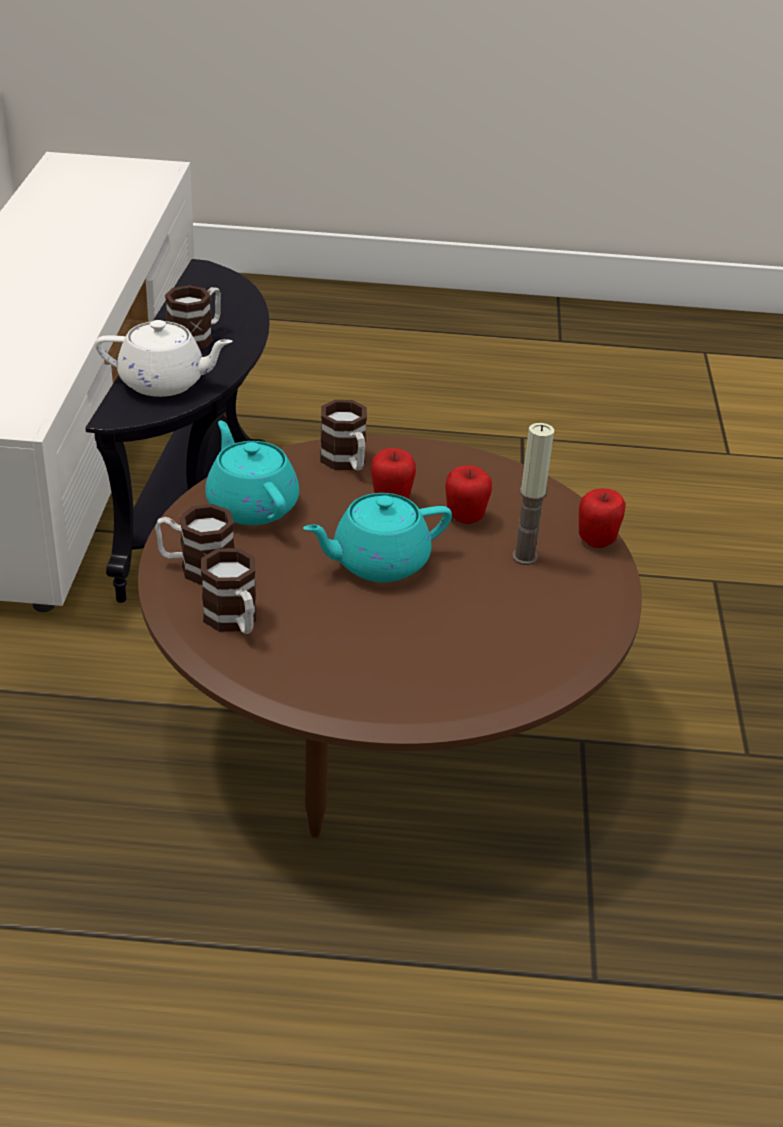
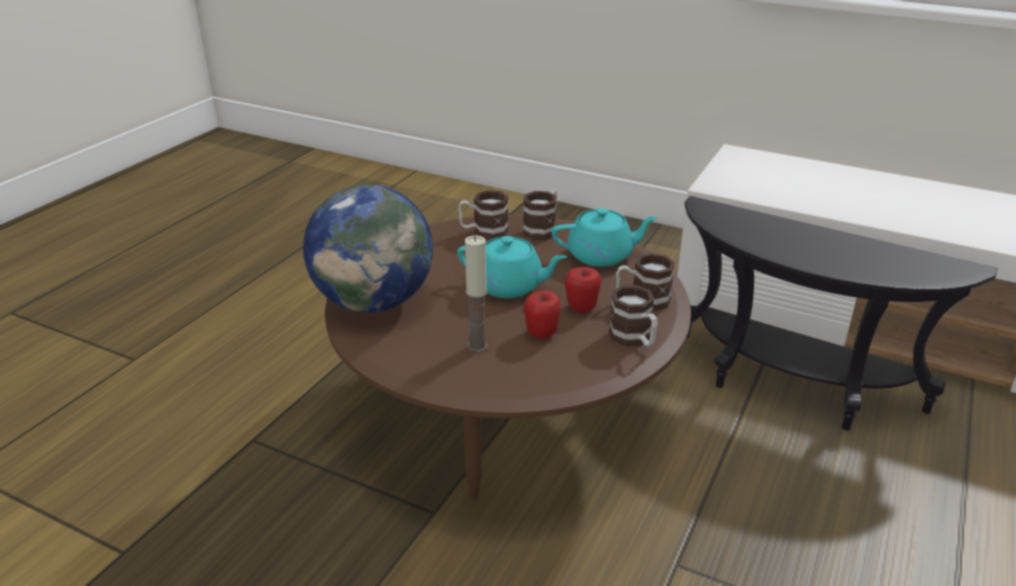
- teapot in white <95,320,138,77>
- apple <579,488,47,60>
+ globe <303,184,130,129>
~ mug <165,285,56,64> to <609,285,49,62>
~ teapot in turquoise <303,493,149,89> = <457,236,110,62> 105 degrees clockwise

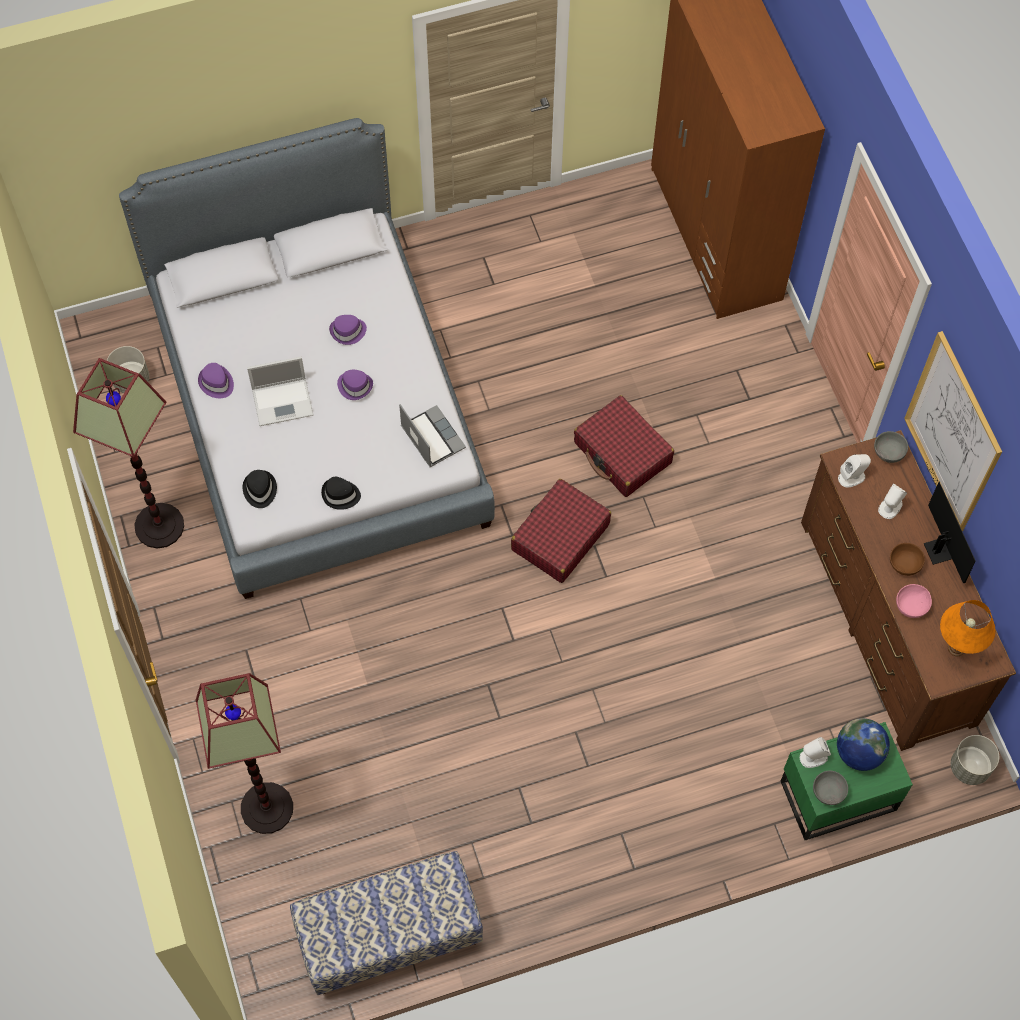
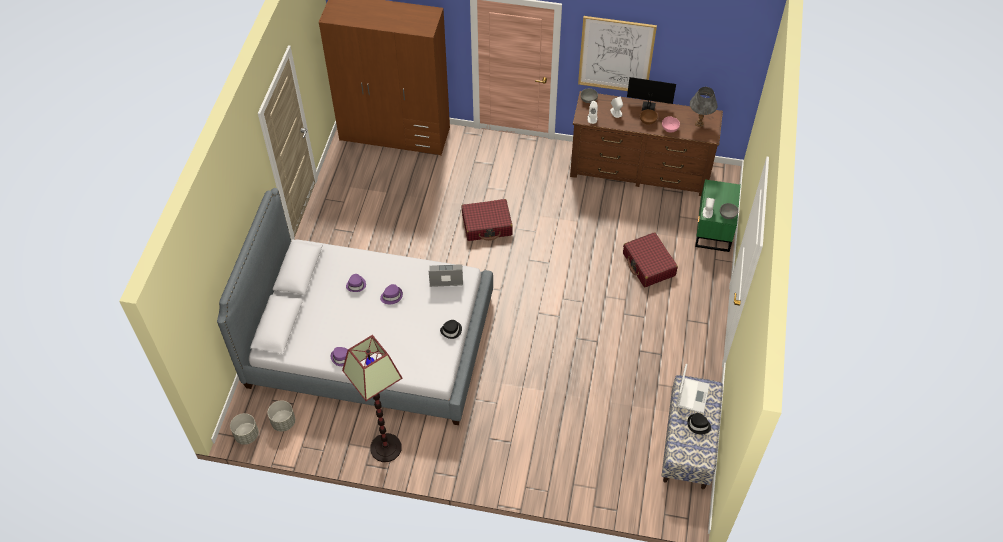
- floor lamp <196,673,97,161>
- globe <837,718,53,53>
~ hat in black <242,470,35,38> to <687,413,24,22>
~ laptop <247,356,66,70> to <676,364,34,49>
~ suitcase in red <511,479,100,104> to <623,232,55,55>
~ planter in grey <951,735,48,50> to <230,413,29,32>
~ table lamp in orange <940,600,56,56> to table lamp in grey <690,87,28,40>

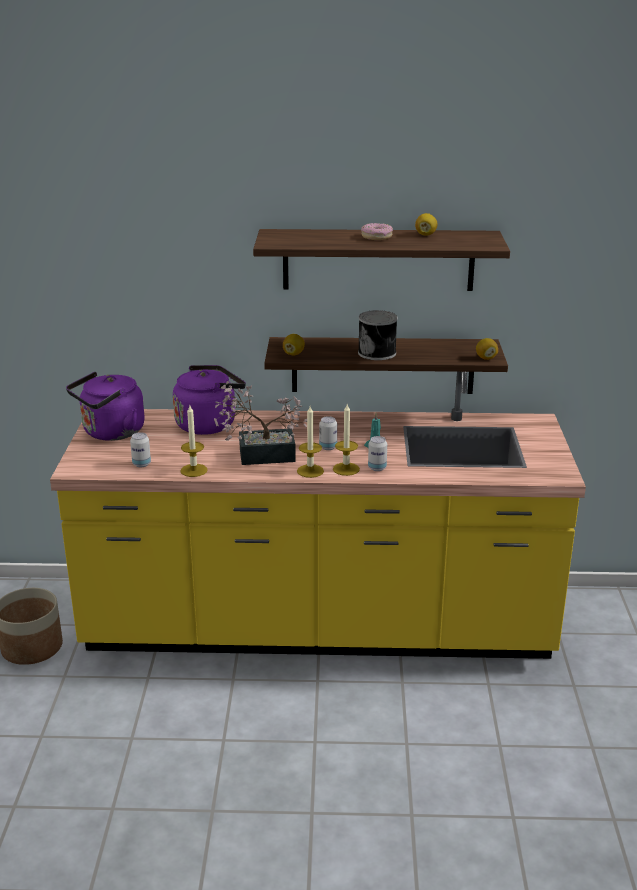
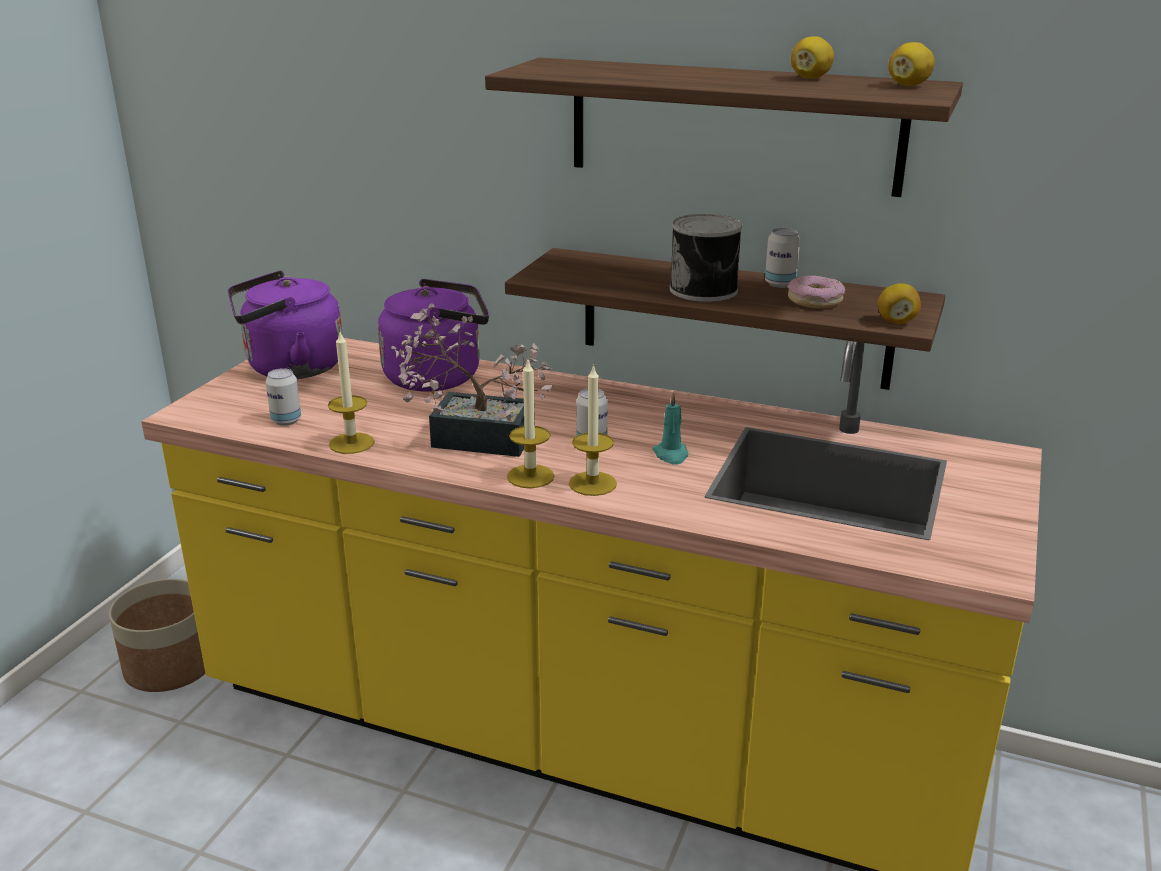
~ lemon <283,334,22,21> to <888,42,47,44>
~ donut <361,223,32,17> to <787,275,58,33>
~ can <368,436,19,35> to <765,228,35,60>

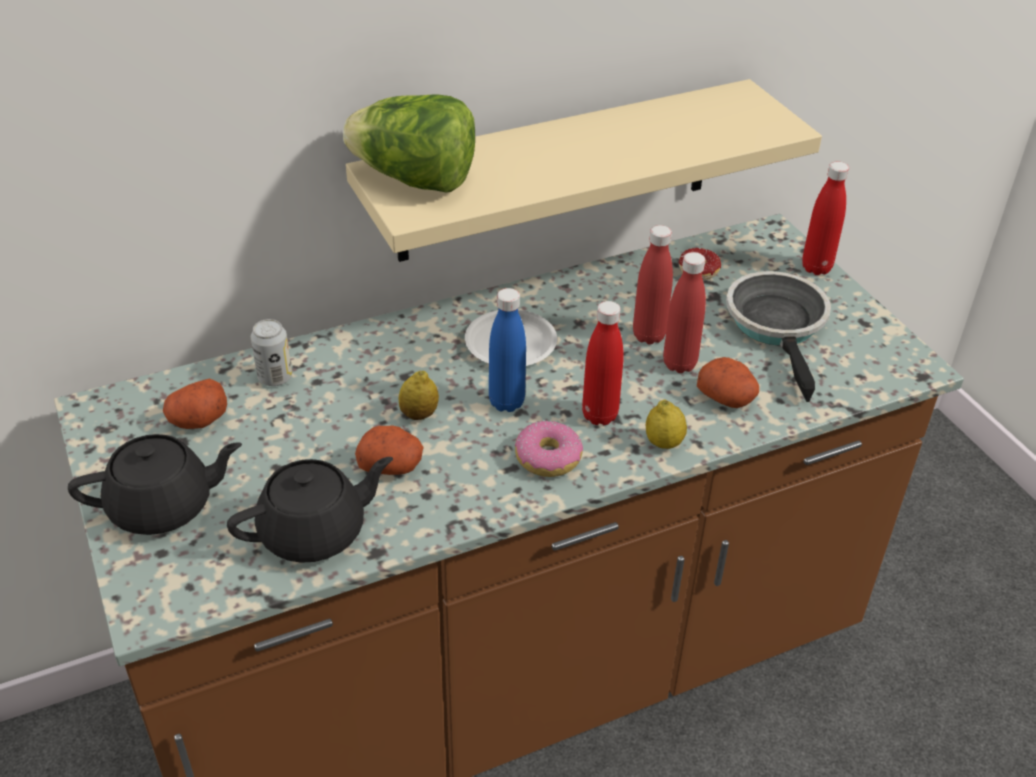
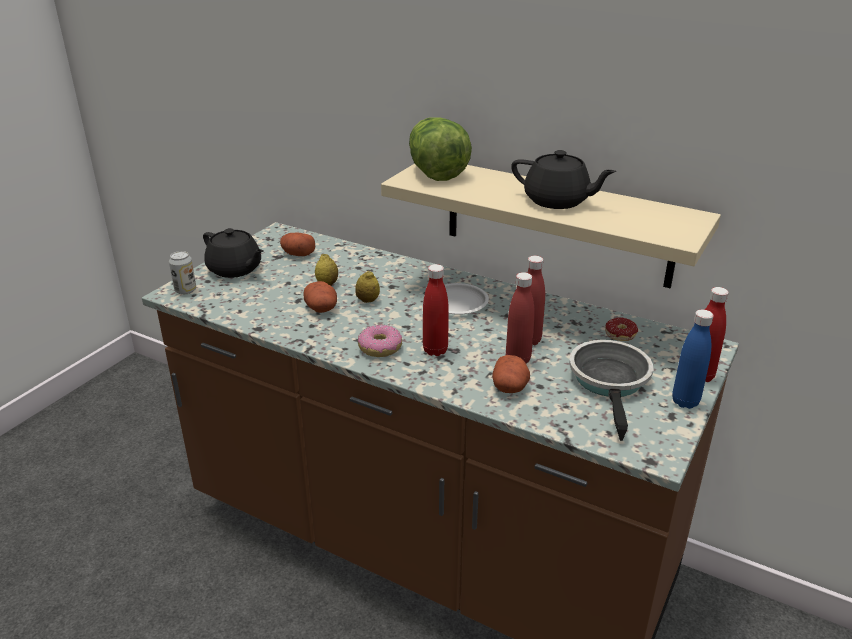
~ teapot in black <227,457,166,106> to <511,150,106,59>
~ can <251,319,41,67> to <169,251,27,44>
~ bottle in blue <489,288,37,124> to <672,310,42,99>
~ lemon <646,399,41,50> to <315,254,23,32>
~ frying pan <726,271,105,131> = <569,340,84,101> 45 degrees counterclockwise

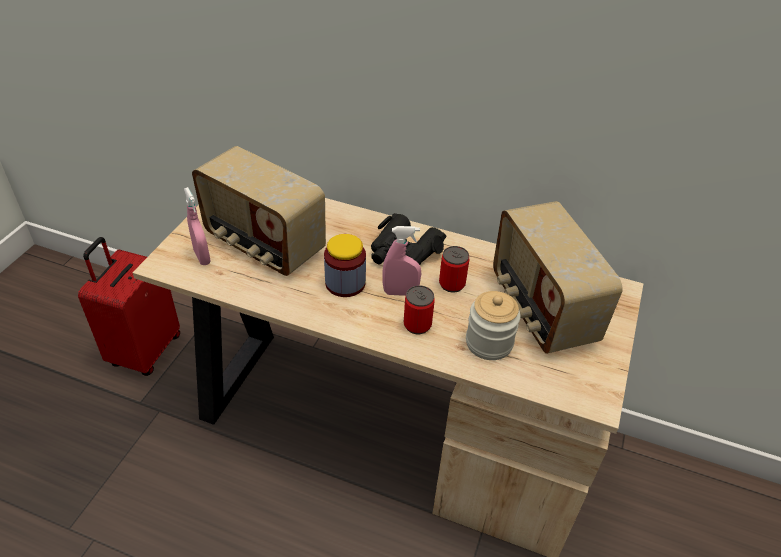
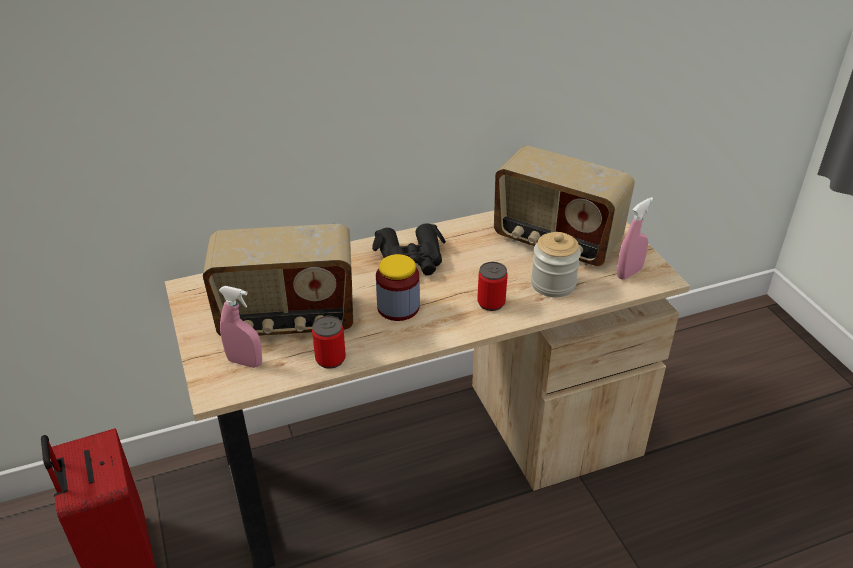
~ spray bottle in pink <382,226,39,70> to <617,197,36,82>
~ can <439,246,30,46> to <312,316,34,53>

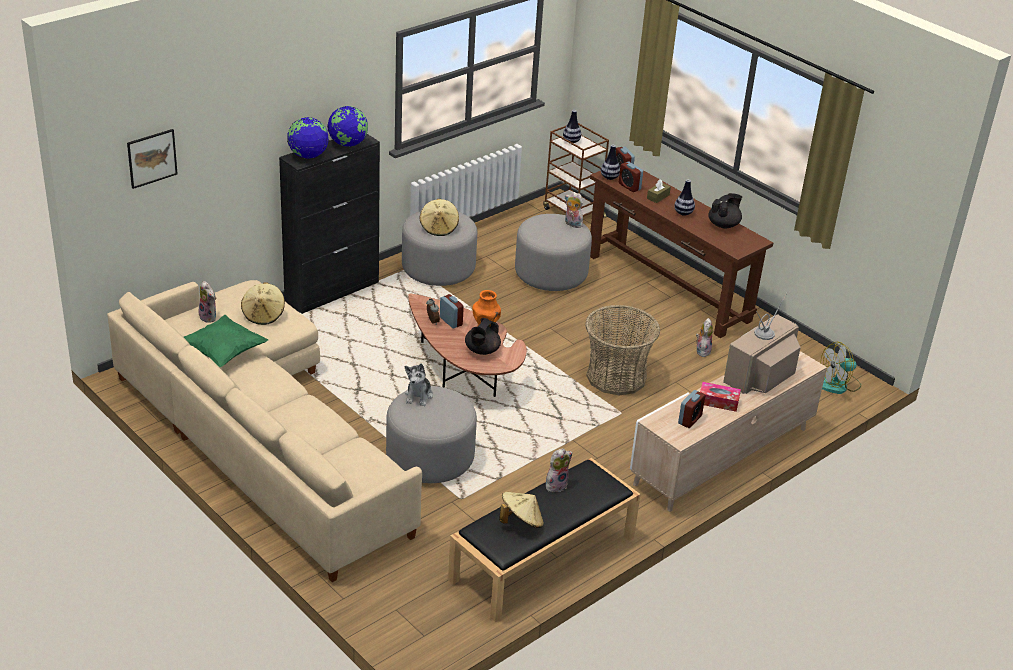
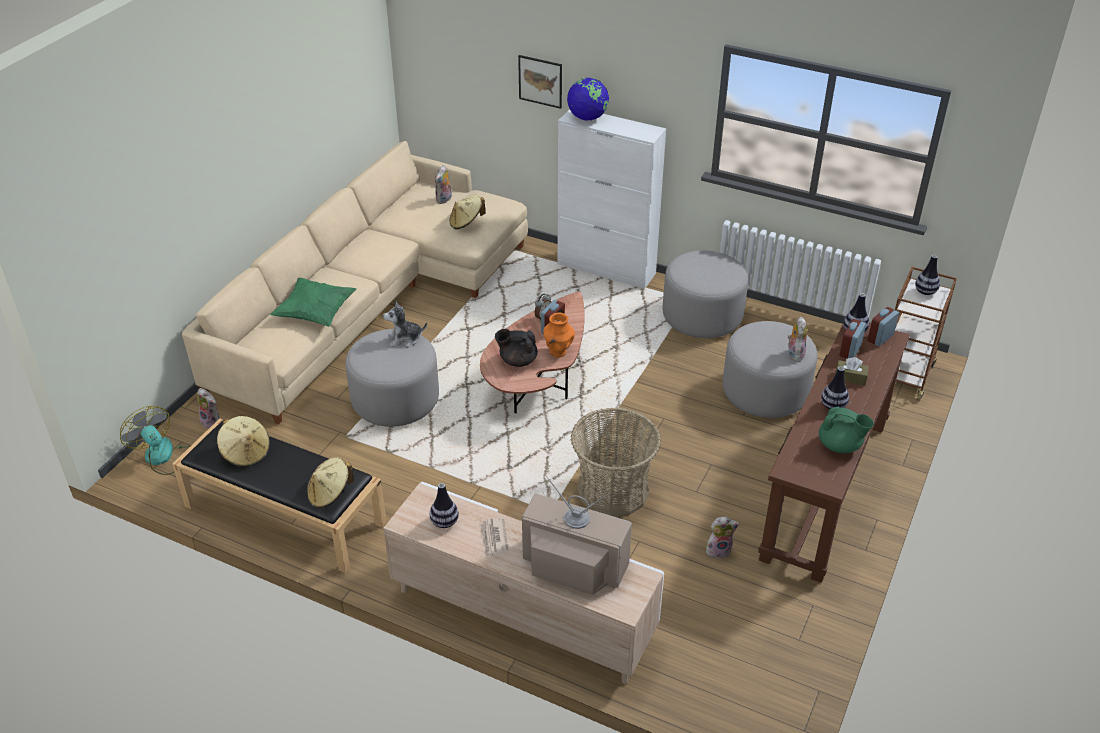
- globe <327,106,41,41>
~ picture <127,129,51,60> to <518,55,44,54>
~ pillow in green <184,315,84,52> to <270,278,86,49>
~ hat in beige <419,199,40,37> to <307,457,47,52>
~ plush toy <546,448,27,44> to <197,388,22,40>
~ fan <820,342,41,52> to <120,406,70,69>
~ alarm clock <678,390,27,38> to vase <430,483,29,45>
~ tissue box <700,382,41,30> to newspaper <480,518,29,39>
~ cabinet in black <279,134,101,180> to cabinet in white <557,109,109,180>
~ teapot in black <708,193,34,35> to teapot in green <819,407,55,47>

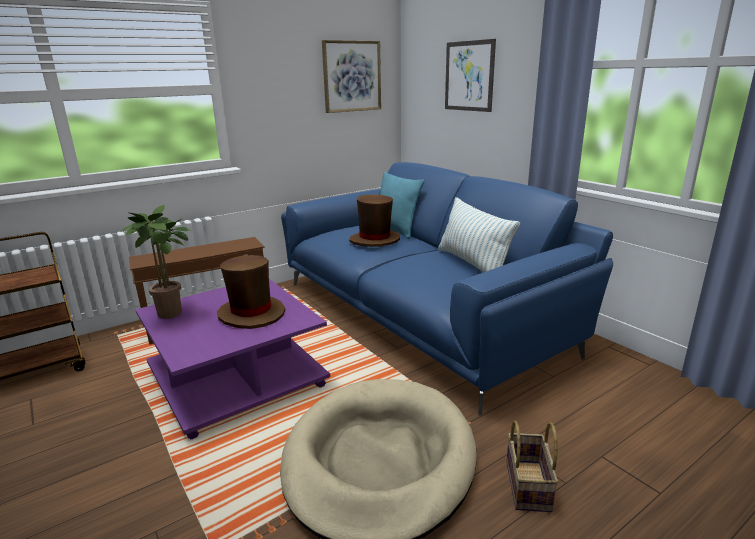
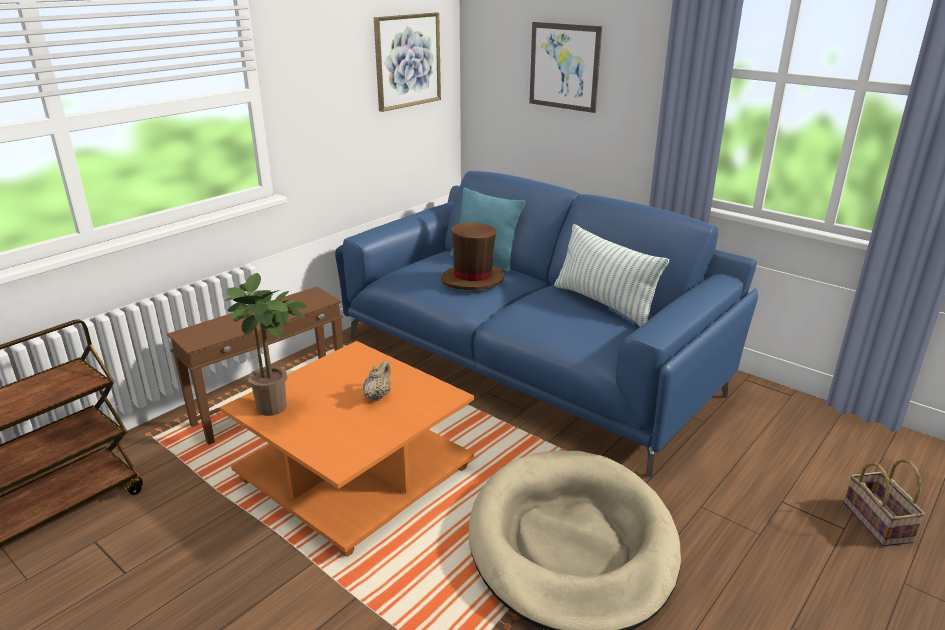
~ basket <506,421,52,91> to <844,459,81,87>
~ hat in brown <217,255,68,74> to teapot in beige <363,361,28,40>
~ coffee table in purple <136,279,194,161> to coffee table in orange <220,341,254,216>

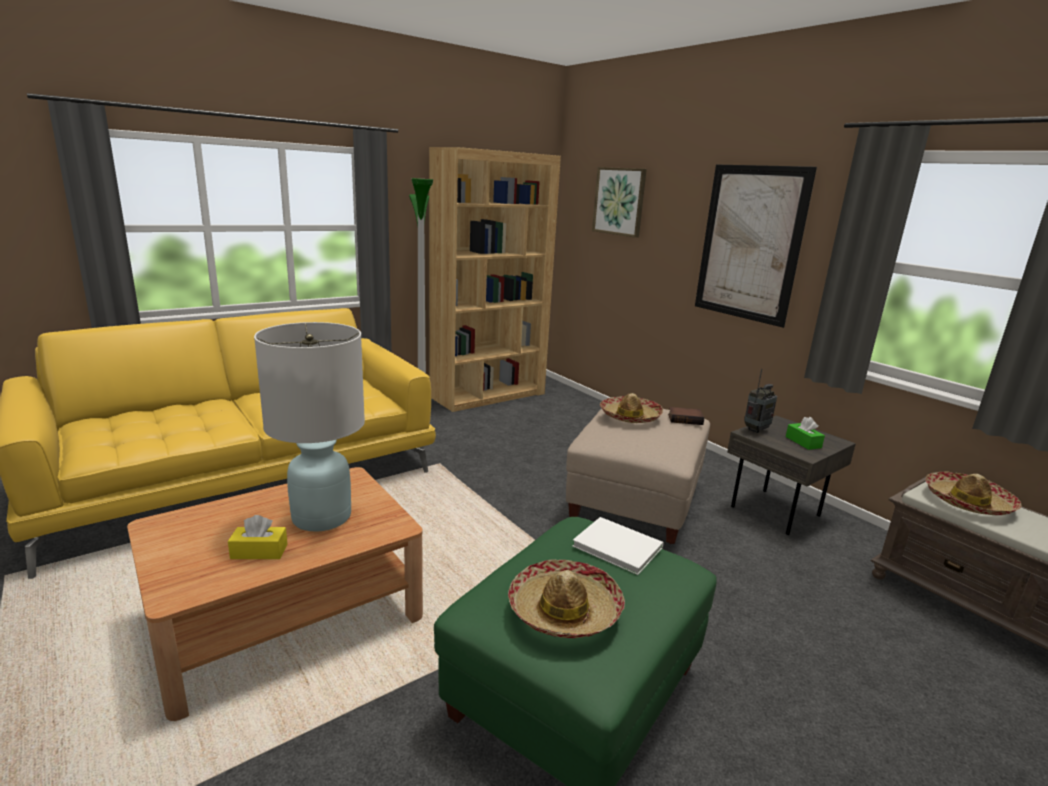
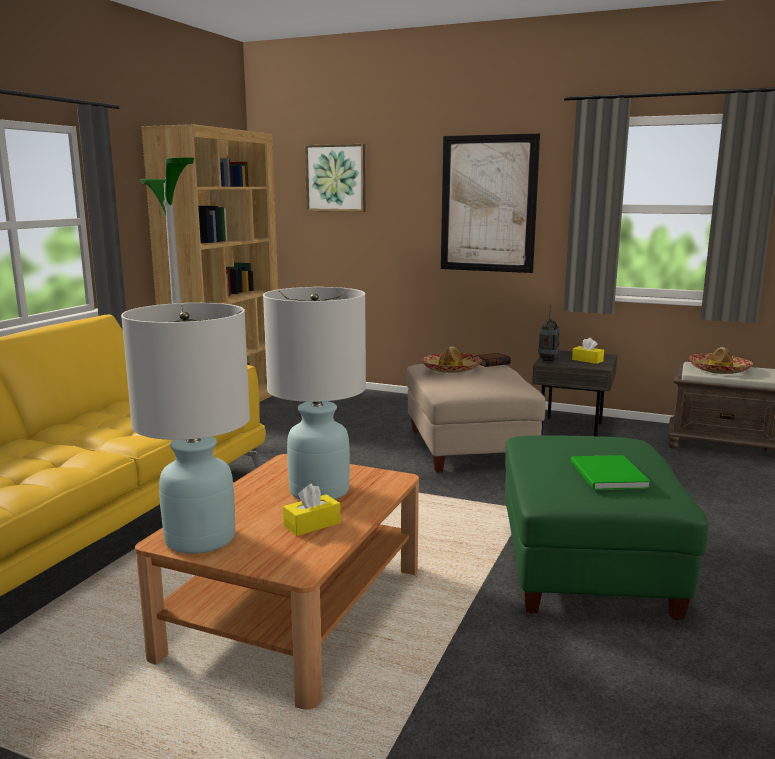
- book in white <572,517,92,58>
+ table lamp in white <121,303,129,251>
~ hat <508,559,117,79> to book in green <571,455,79,35>
~ tissue box in green <786,417,39,33> to tissue box in yellow <572,338,32,26>

